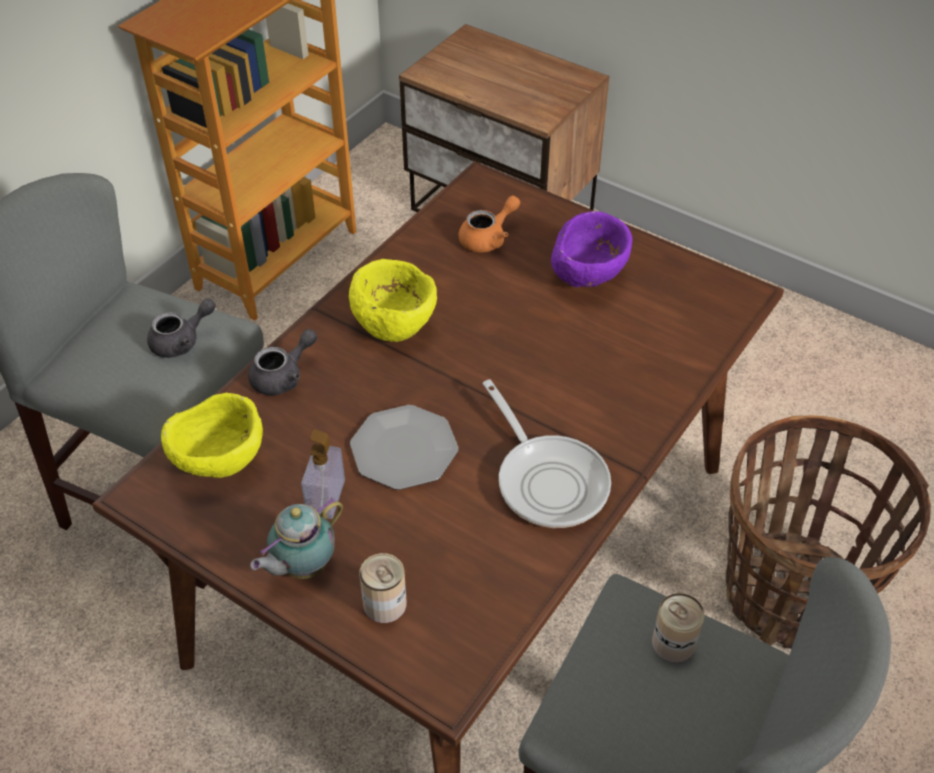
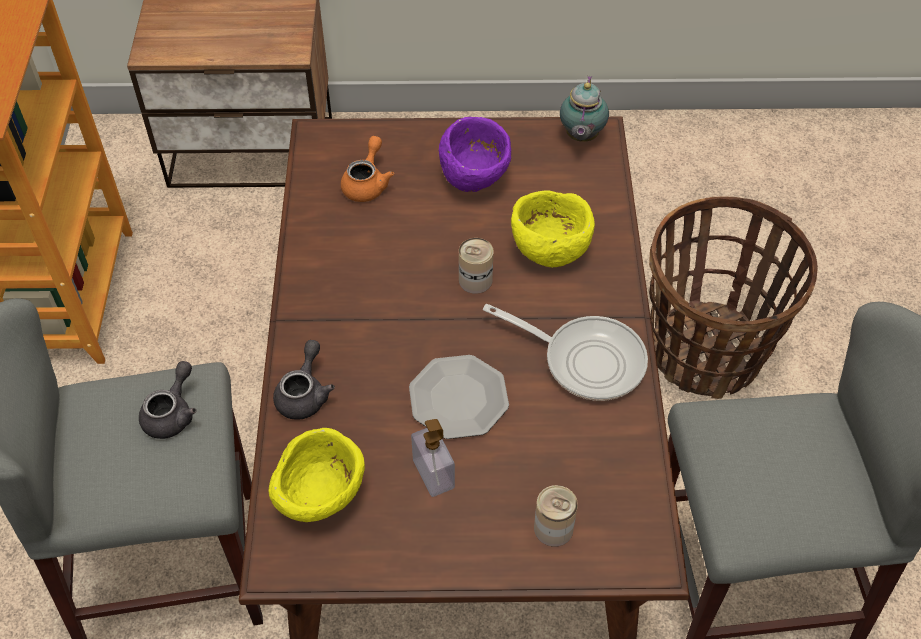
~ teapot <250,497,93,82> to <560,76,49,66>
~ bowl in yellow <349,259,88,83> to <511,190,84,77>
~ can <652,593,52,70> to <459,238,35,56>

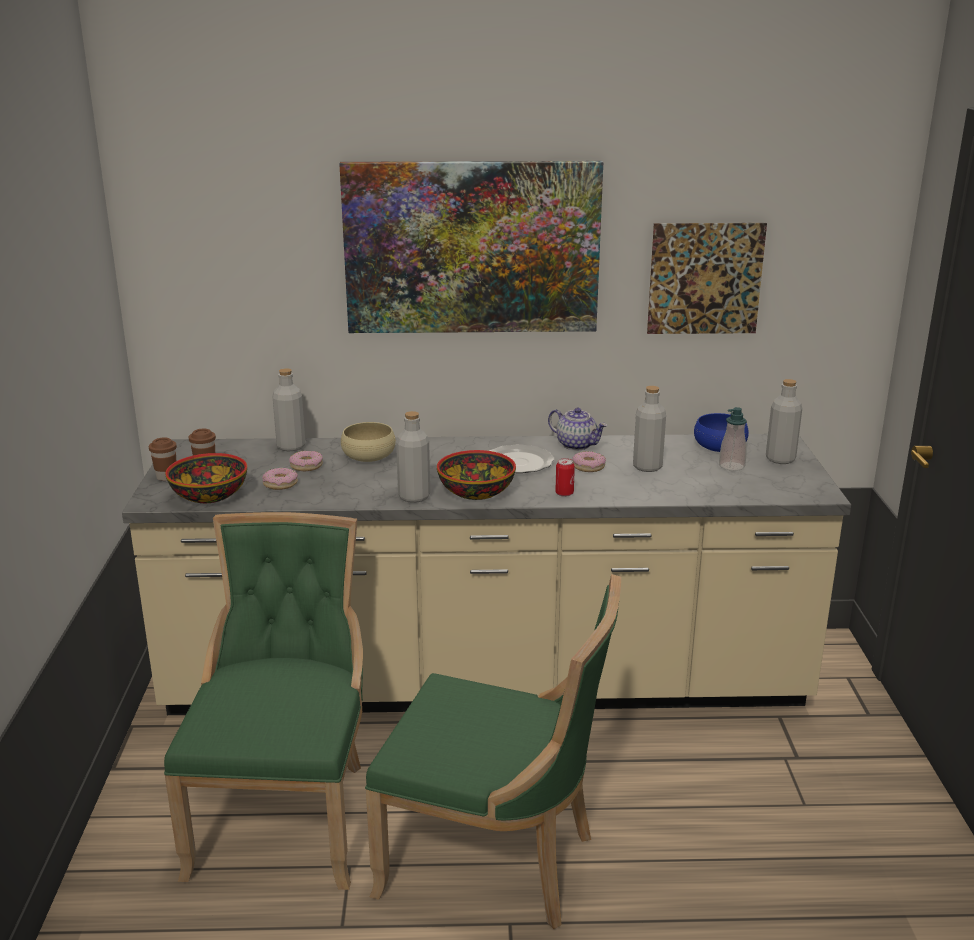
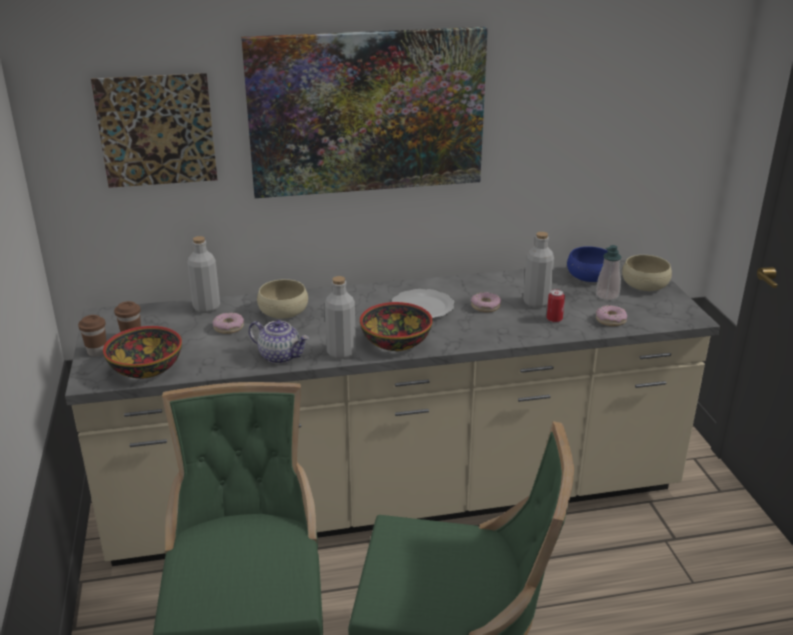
~ donut <262,468,36,22> to <596,305,31,21>
~ teapot <548,408,59,42> to <249,320,60,44>
~ can <555,458,20,39> to <547,289,18,34>
~ picture <647,223,120,111> to <91,73,126,115>
~ bottle in grey <766,379,36,85> to bowl in beige <622,255,50,36>

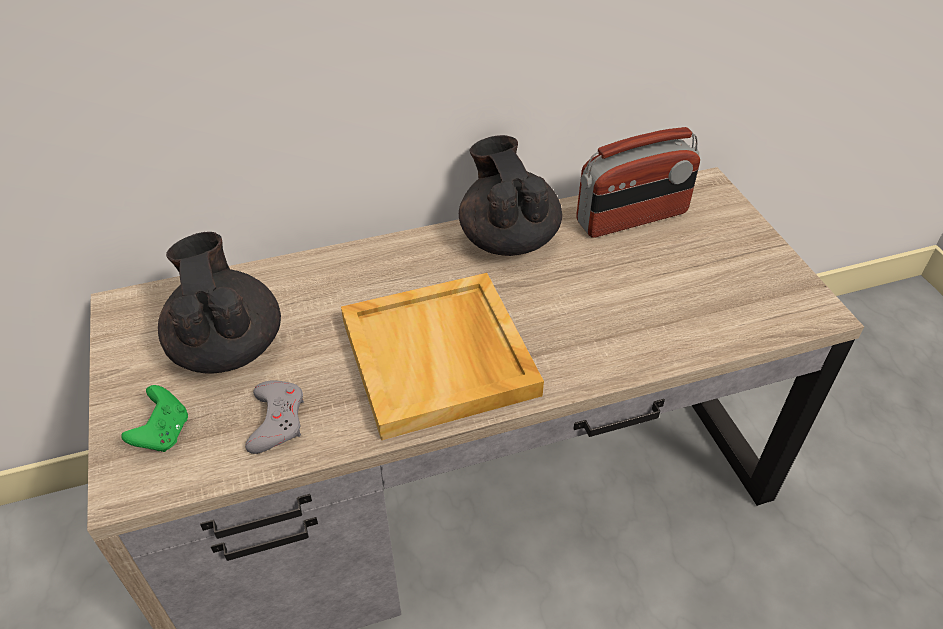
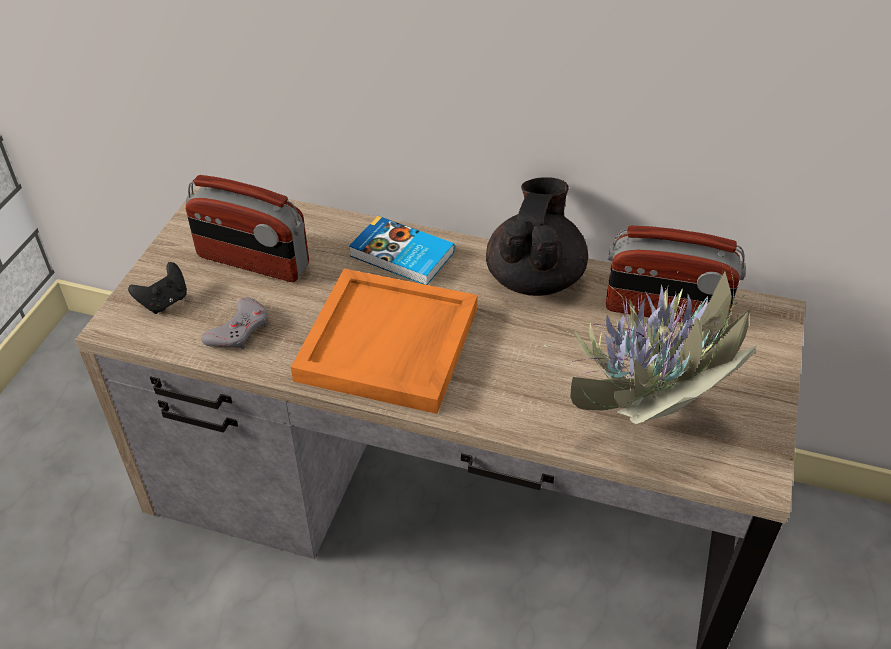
+ book <349,216,106,69>
+ potted plant <544,271,213,153>
~ teapot in black <158,232,123,142> to radio <186,175,123,107>
~ game controller in green <121,385,67,67> to game controller in black <128,262,59,52>
~ tray in beige <341,273,203,167> to tray in orange <291,269,187,145>

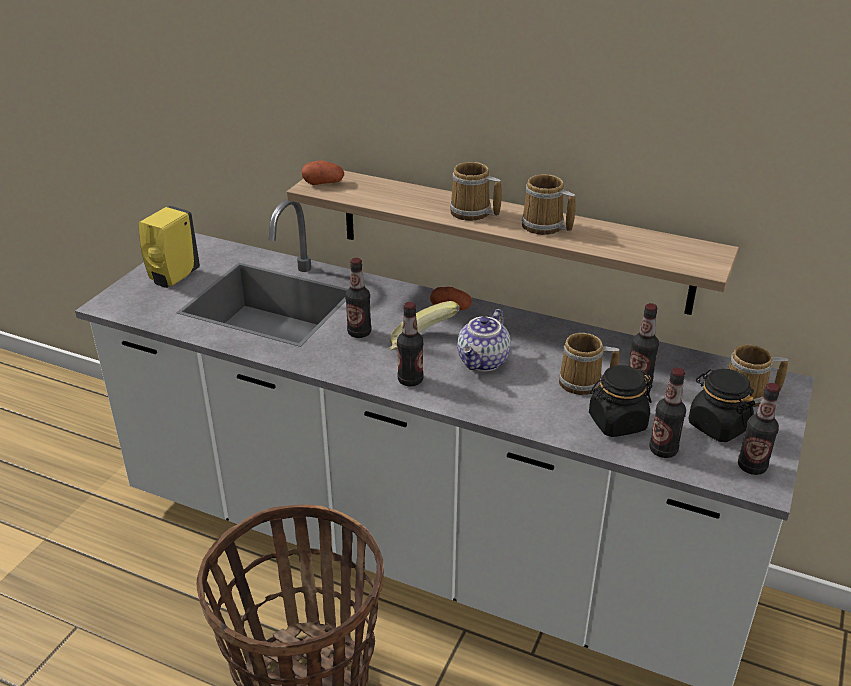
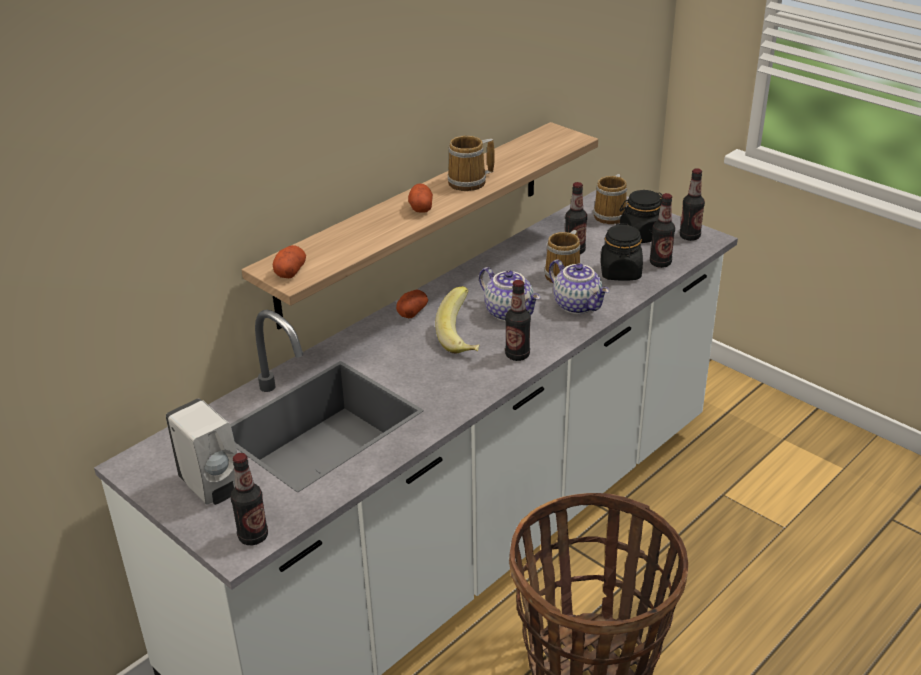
+ teapot <549,259,60,55>
~ bottle <345,258,26,80> to <231,453,37,92>
~ mug <450,162,52,59> to potato <408,183,25,29>
~ soap dispenser in yellow <138,206,62,82> to soap dispenser in white <166,398,71,107>

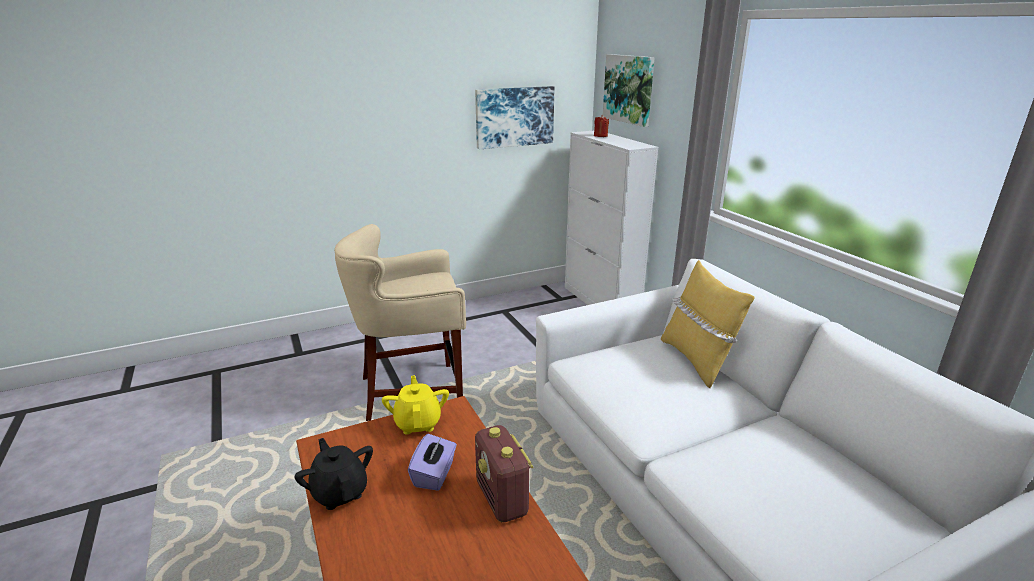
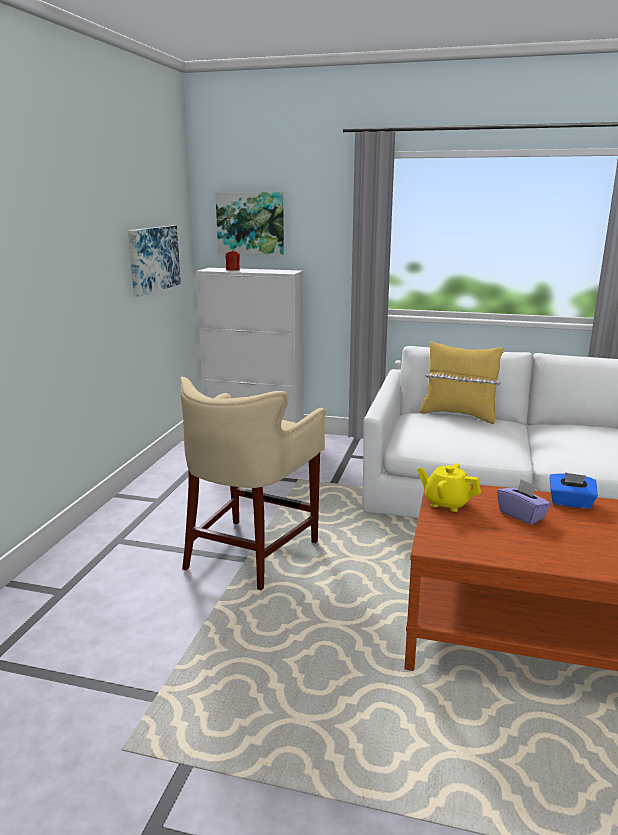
- teapot in black <295,438,78,72>
~ radio <475,425,58,97> to tissue box in blue <549,472,49,37>

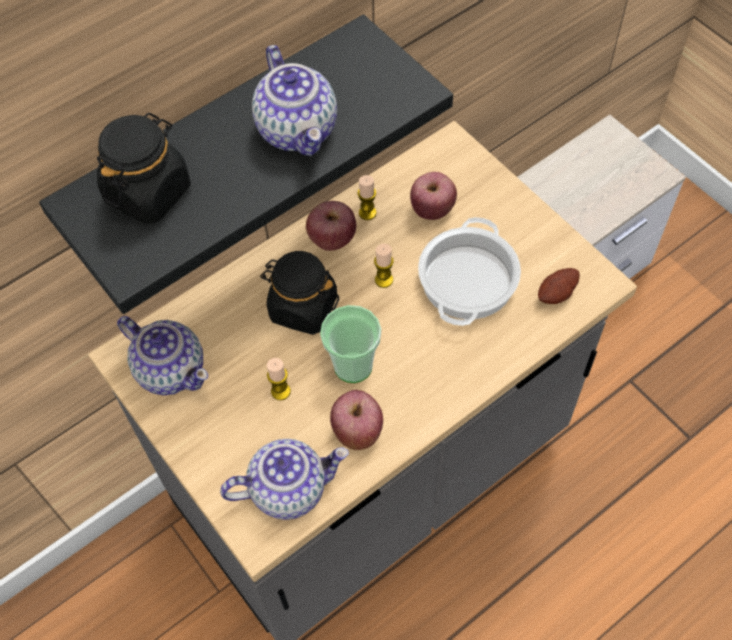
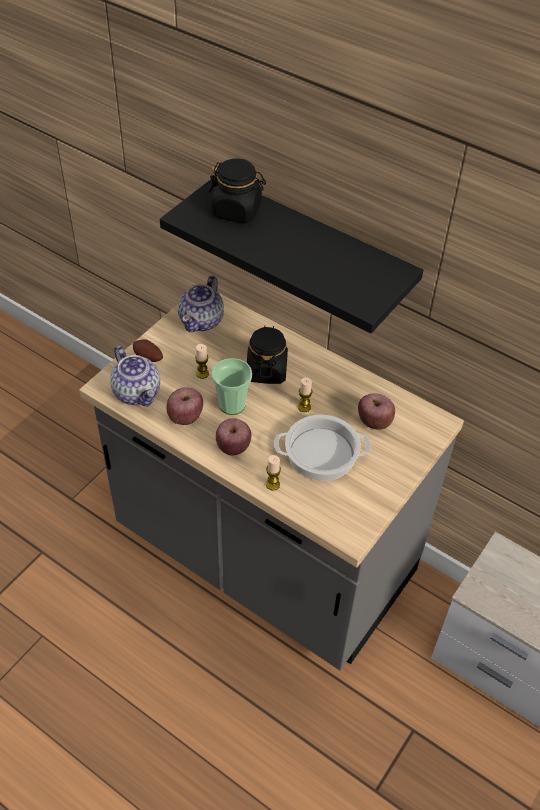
- teapot <252,45,85,111>
~ apple <306,201,50,50> to <216,418,35,38>
~ candle <357,175,20,45> to <266,455,15,36>
~ potato <538,268,42,36> to <133,339,30,23>

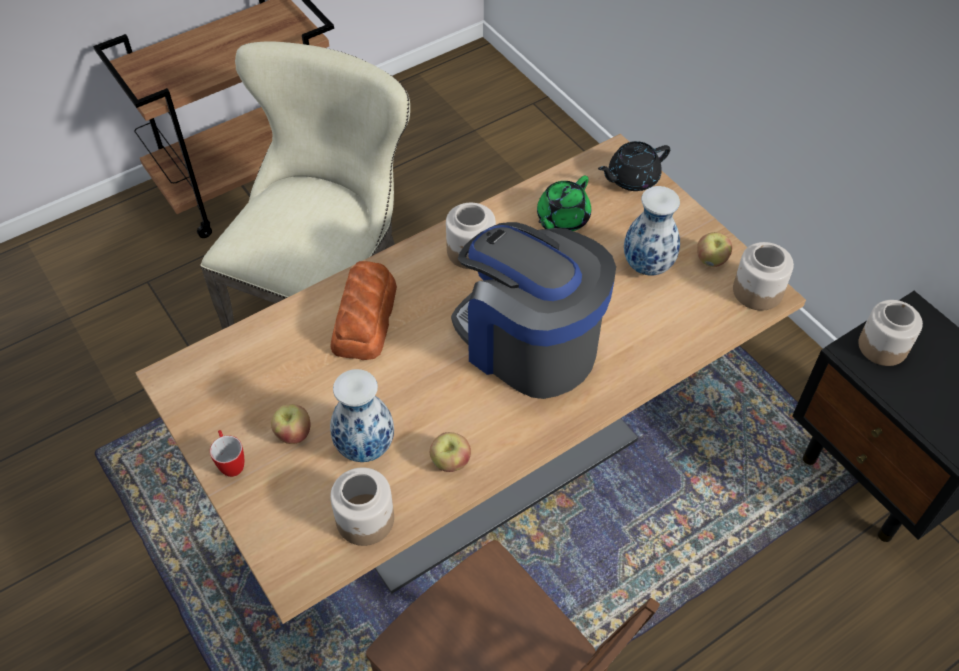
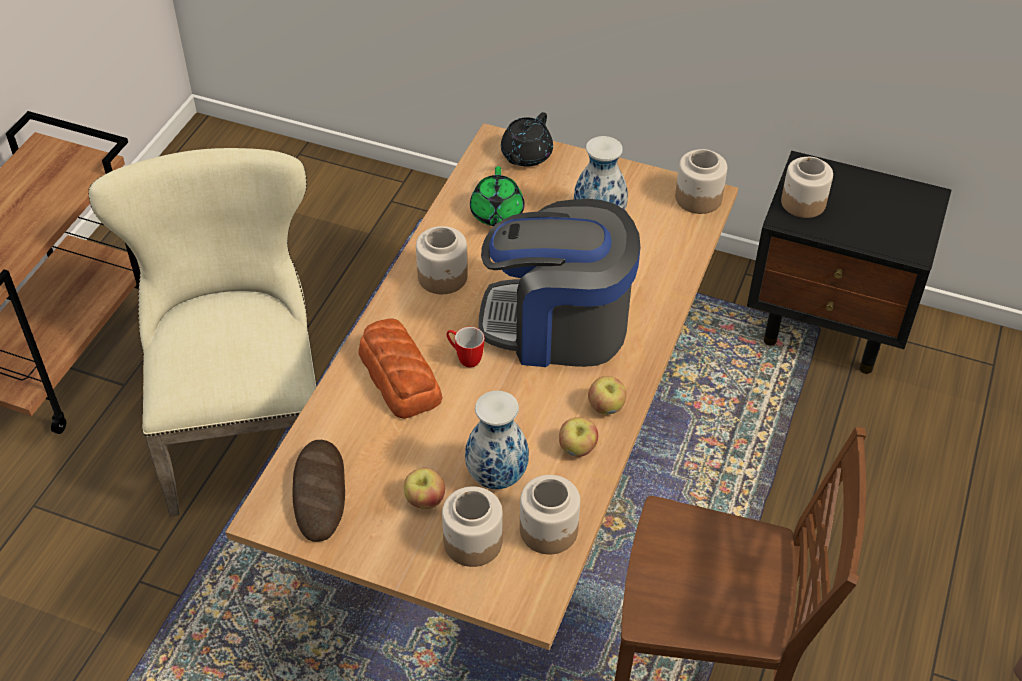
+ bread <293,440,52,102>
+ jar <442,486,61,81>
~ mug <210,430,34,47> to <447,327,37,40>
~ apple <697,232,35,35> to <588,376,38,39>

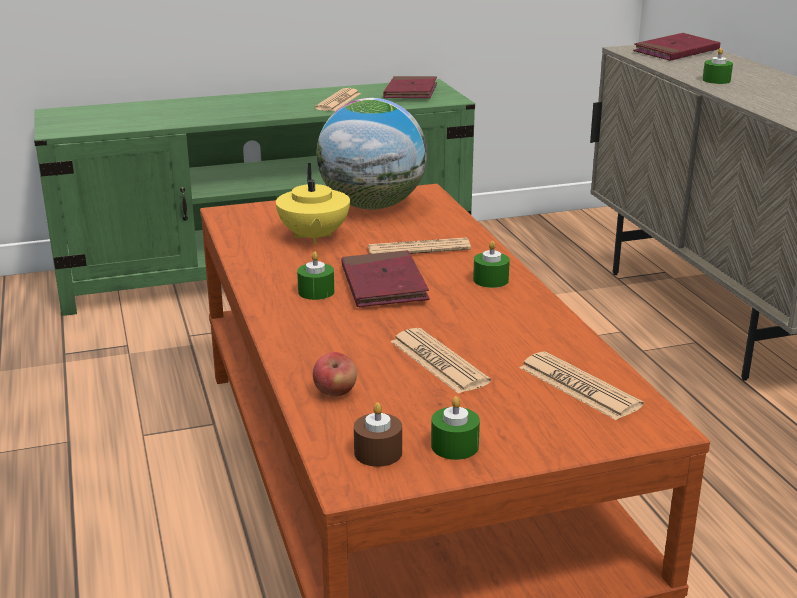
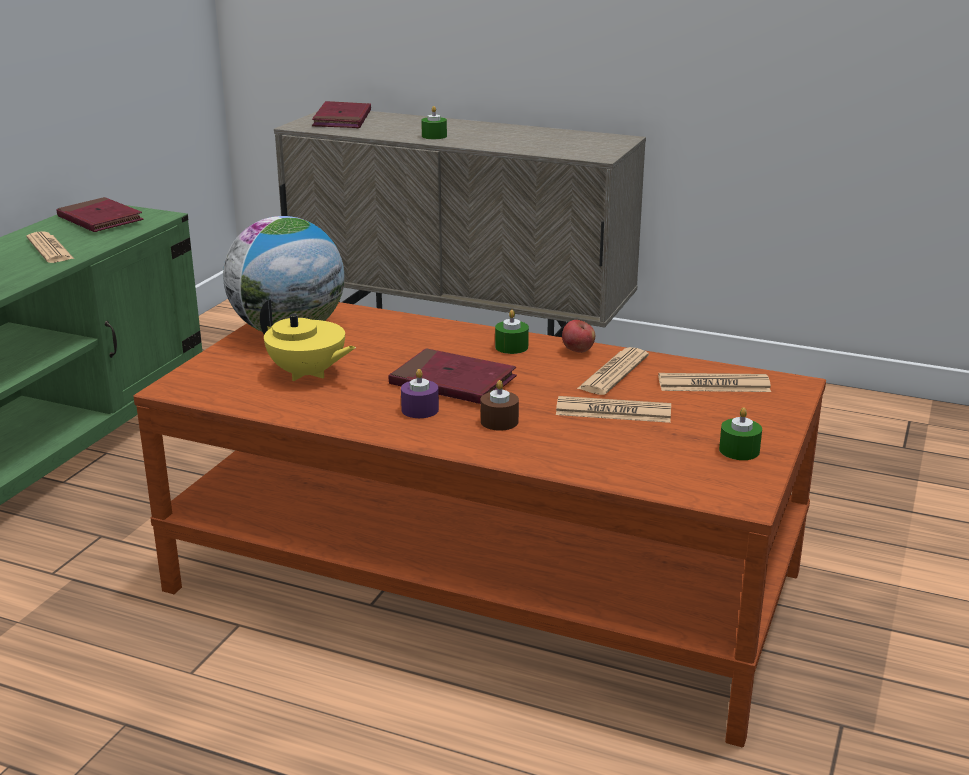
~ apple <313,352,44,45> to <562,320,33,33>
~ candle in brown <354,402,48,65> to <481,380,38,50>
~ newspaper <367,238,104,16> to <577,347,72,48>
~ candle in green <297,252,37,48> to candle in purple <401,369,38,49>

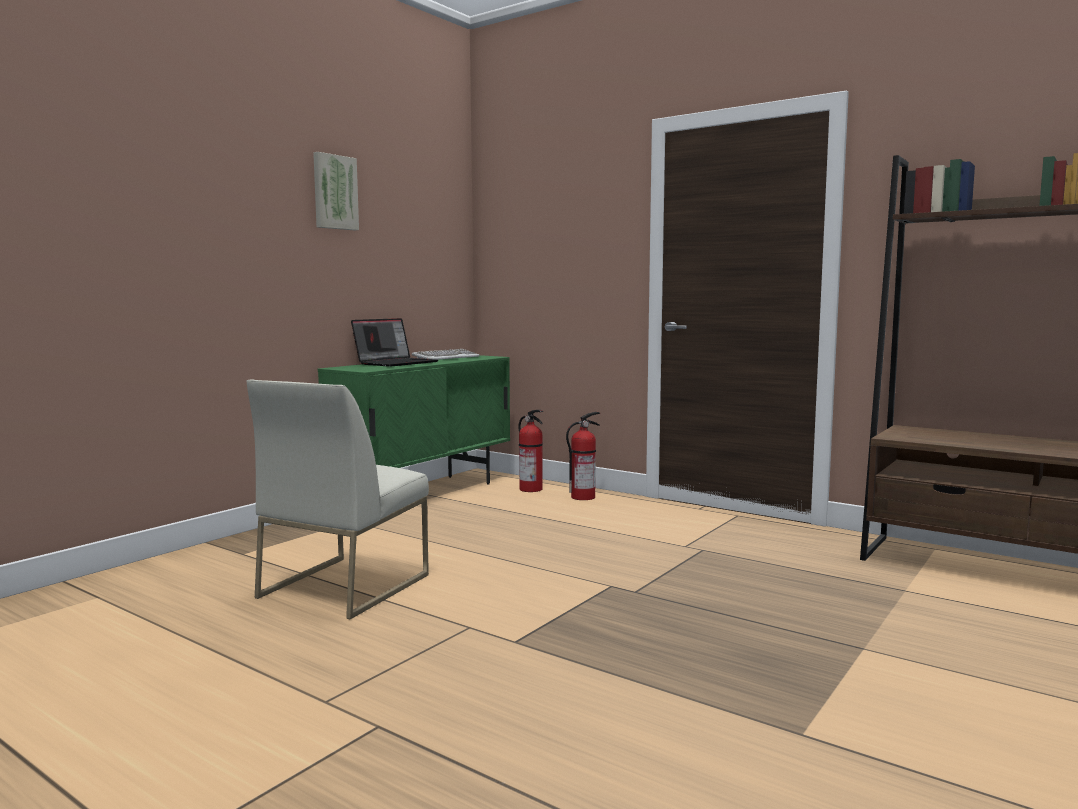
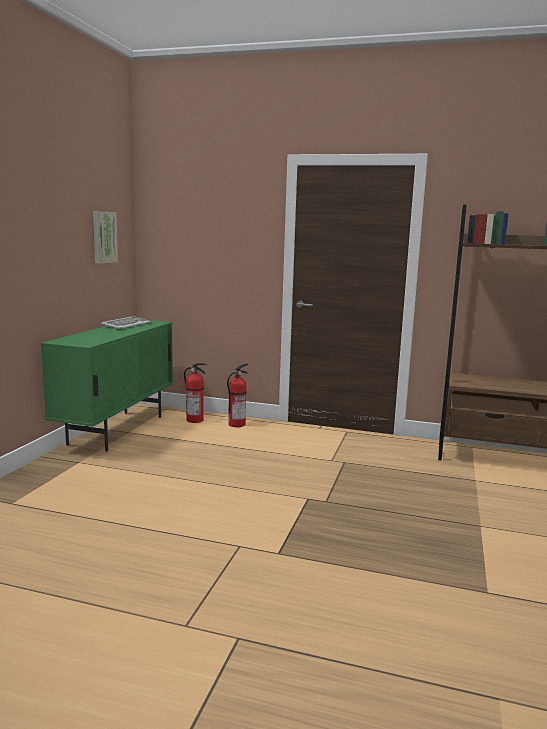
- chair in white <247,379,182,240>
- laptop <351,318,87,49>
~ picture <313,152,46,79> to <93,211,25,53>

